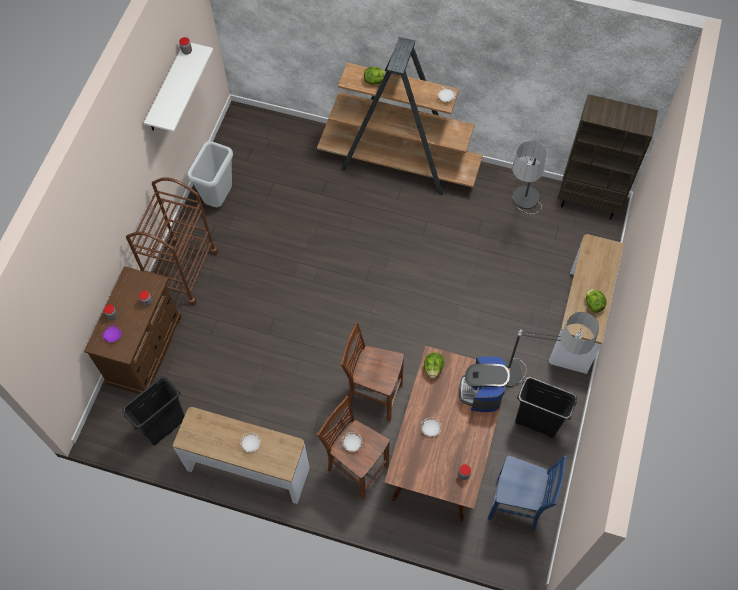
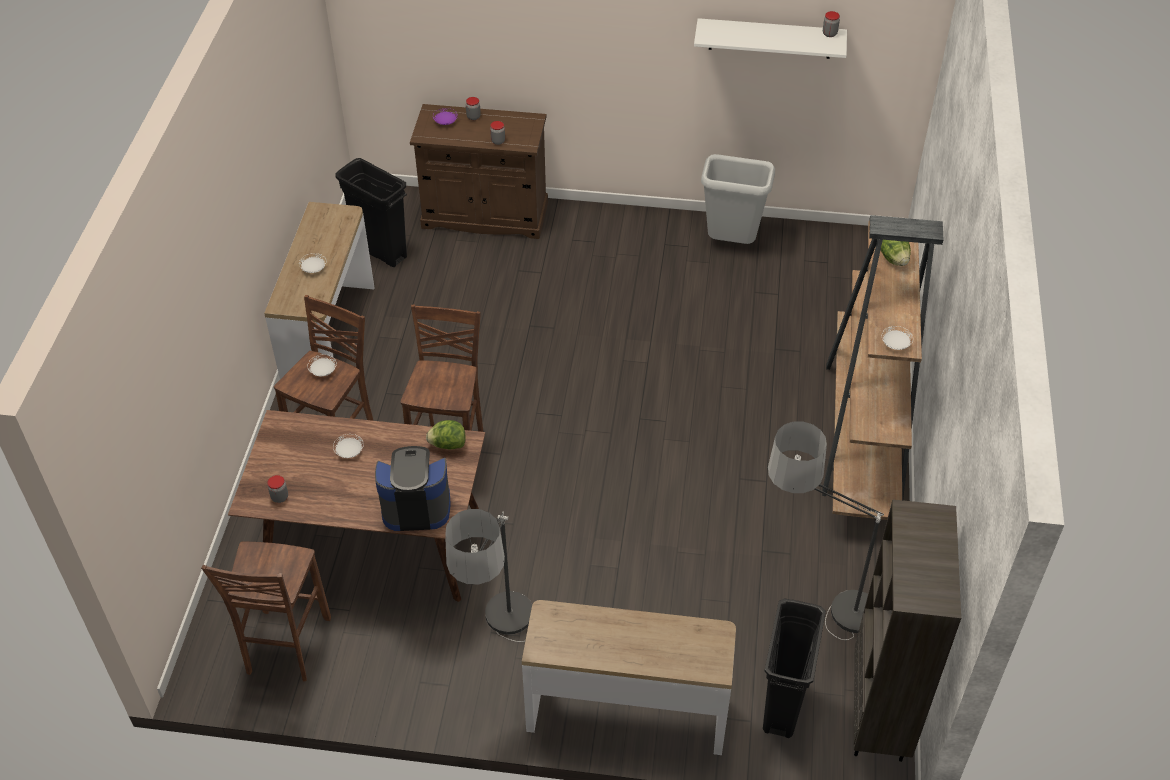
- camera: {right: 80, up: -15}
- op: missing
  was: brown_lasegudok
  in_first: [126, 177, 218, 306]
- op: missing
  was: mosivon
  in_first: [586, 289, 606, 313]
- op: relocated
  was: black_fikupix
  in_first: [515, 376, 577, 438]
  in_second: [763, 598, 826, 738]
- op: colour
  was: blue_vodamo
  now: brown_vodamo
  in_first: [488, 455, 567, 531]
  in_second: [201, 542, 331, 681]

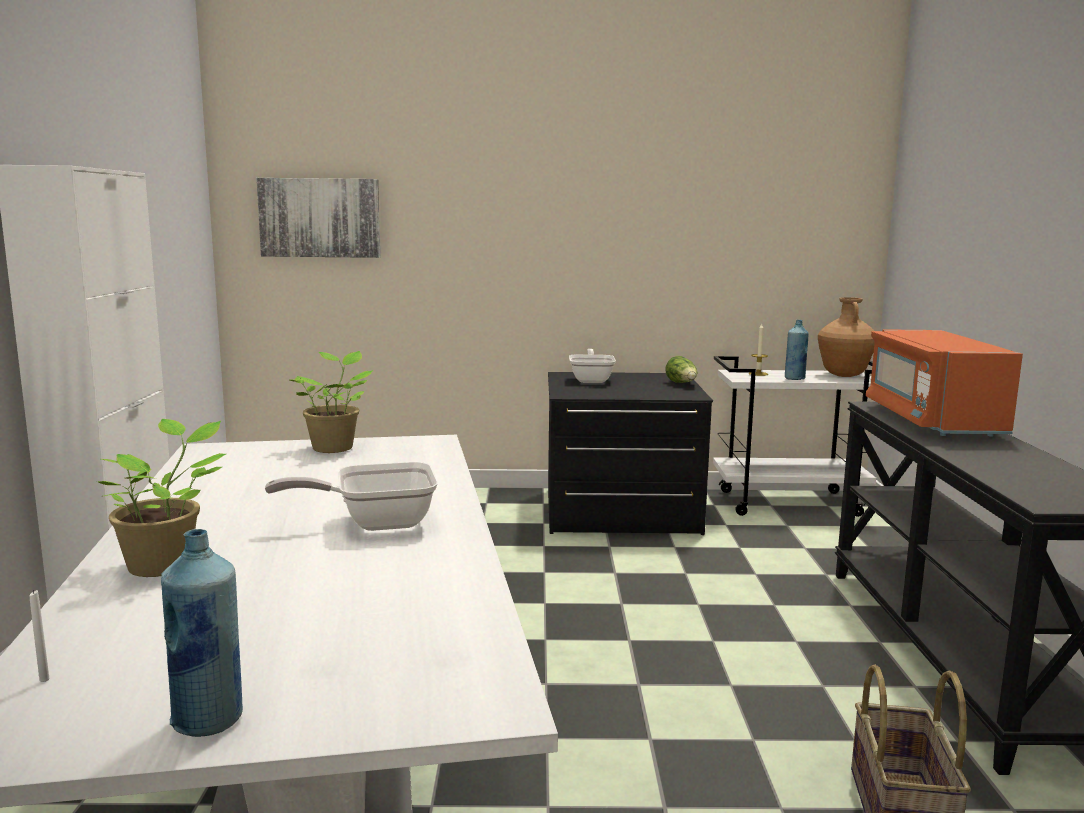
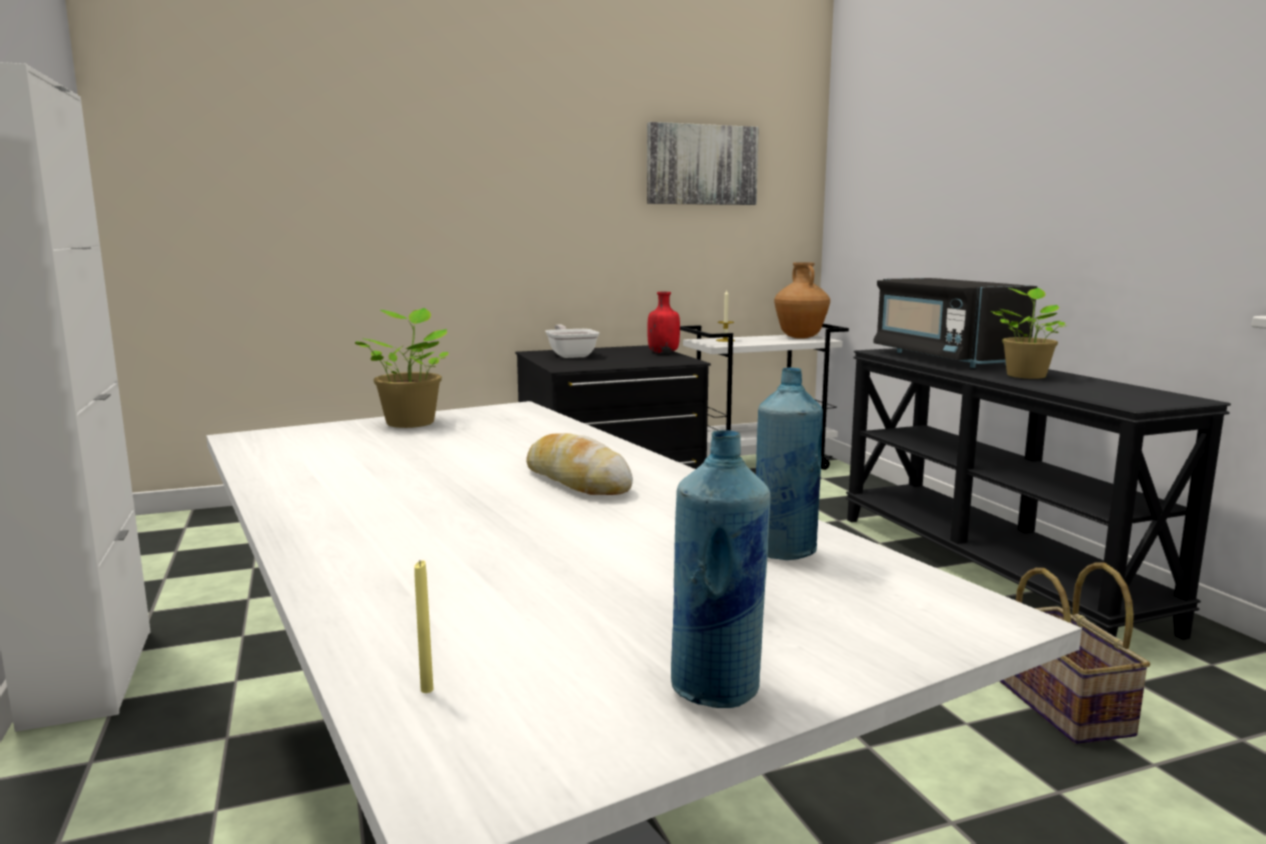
- camera: {right: -20, up: 0}
- op: relocated
  was: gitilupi
  in_first: [97, 419, 226, 577]
  in_second: [991, 288, 1067, 379]
- op: relocated
  was: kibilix
  in_first: [256, 178, 381, 258]
  in_second: [647, 122, 759, 205]
- op: relocated
  was: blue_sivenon
  in_first: [785, 320, 809, 380]
  in_second: [756, 367, 823, 560]
- op: exchanged
  was: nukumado
  now: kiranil
  in_first: [265, 462, 438, 531]
  in_second: [526, 433, 633, 495]
- op: exchanged
  was: mosivon
  now: red_sivenon
  in_first: [665, 356, 697, 383]
  in_second: [647, 292, 680, 354]
- op: colour
  was: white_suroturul
  now: yellow_suroturul
  in_first: [29, 590, 49, 682]
  in_second: [414, 560, 433, 693]
- op: colour
  was: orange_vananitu
  now: black_vananitu
  in_first: [866, 329, 1023, 437]
  in_second: [873, 278, 1037, 368]

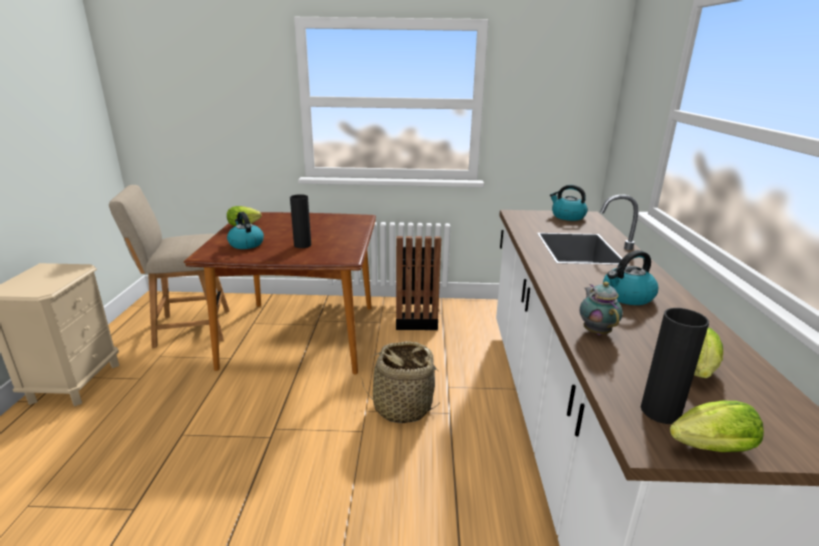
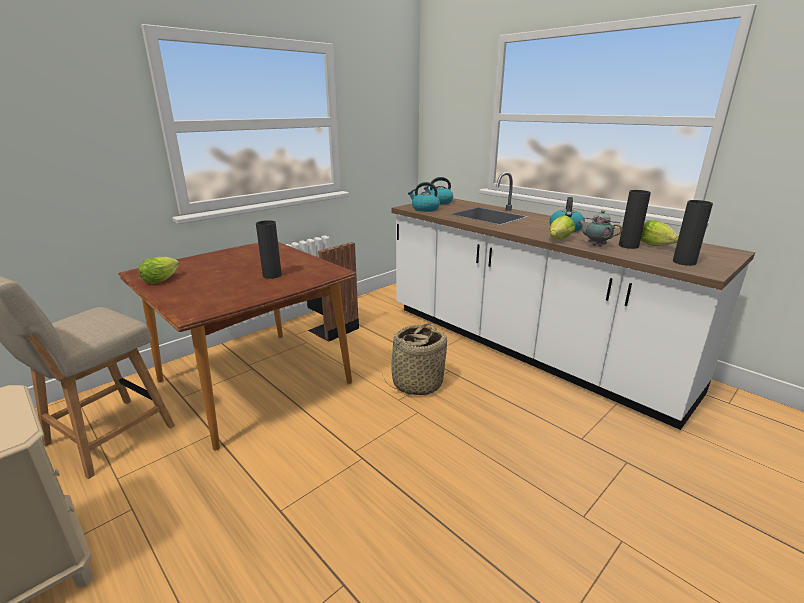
- camera: {right: -45, up: 0}
- op: appeared
  now: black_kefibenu
  in_second: [619, 190, 651, 249]
- op: relocated
  was: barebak
  in_first: [227, 212, 264, 249]
  in_second: [408, 182, 440, 212]
- op: relocated
  was: mosivon
  in_first: [670, 401, 764, 452]
  in_second: [549, 215, 575, 240]

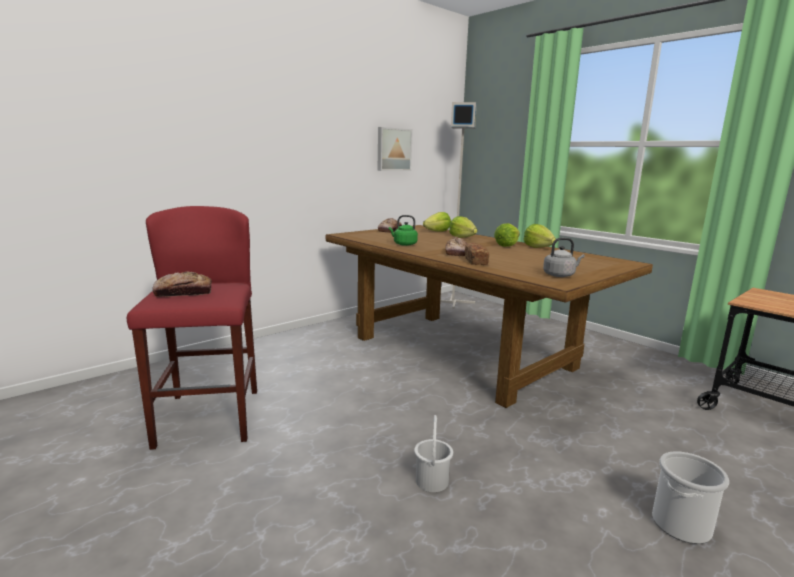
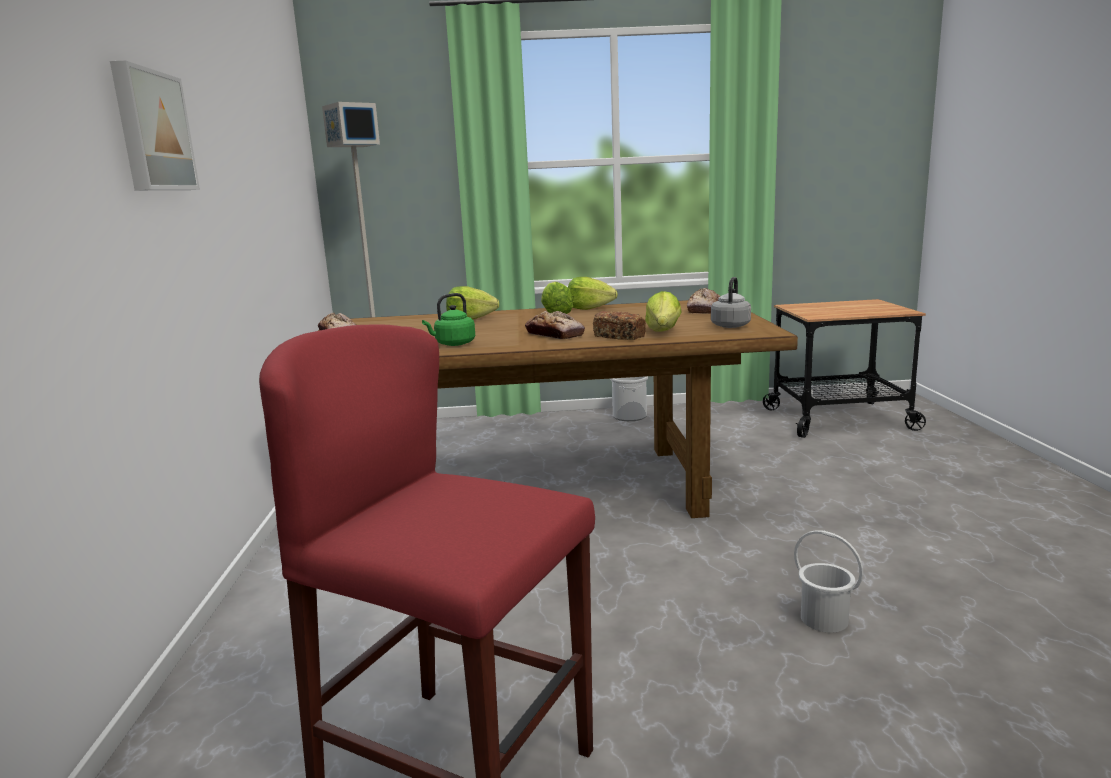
- camera: {right: -50, up: 0}
- op: relocated
  was: kiranil
  in_first: [152, 271, 212, 297]
  in_second: [687, 288, 720, 314]
- op: relocated
  was: kibilix
  in_first: [378, 127, 413, 171]
  in_second: [110, 60, 200, 190]
- op: relocated
  was: mosivon
  in_first: [423, 212, 451, 232]
  in_second: [645, 291, 682, 332]
- op: relocated
  was: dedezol
  in_first: [652, 451, 729, 544]
  in_second: [610, 376, 648, 421]

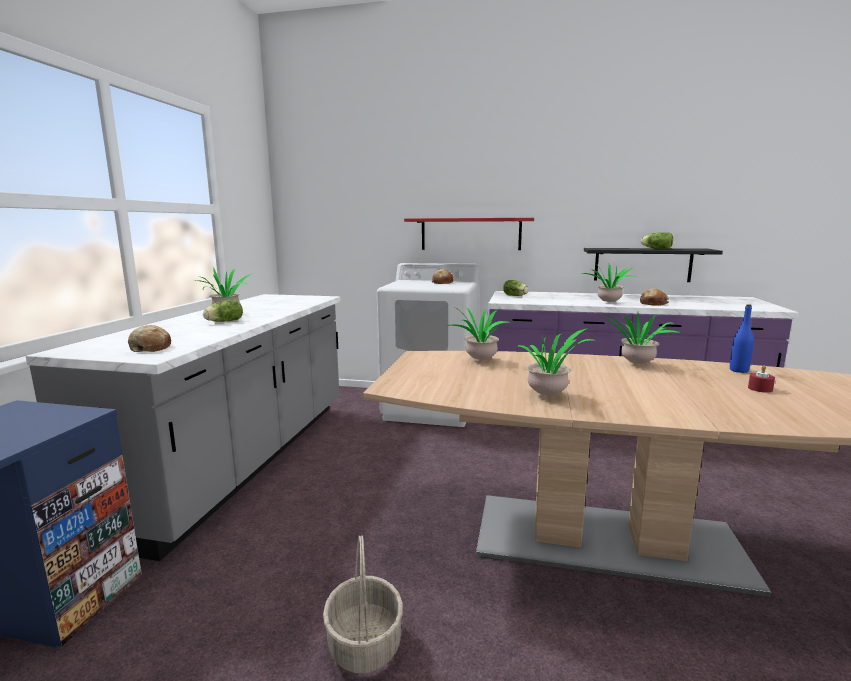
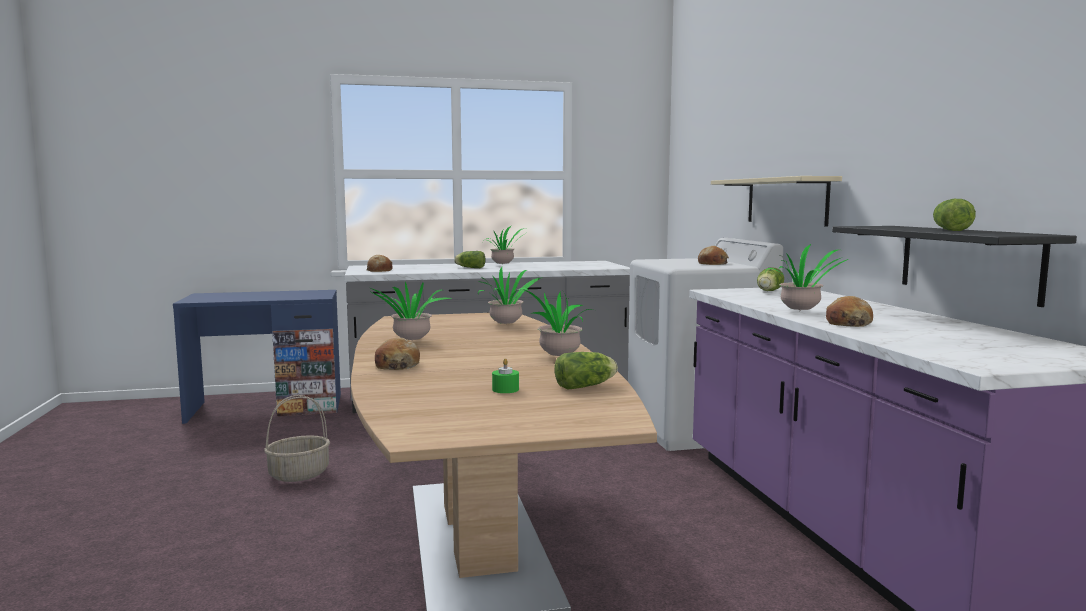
- camera: {right: 65, up: -5}
- op: appeared
  now: kiranil
  in_second: [375, 337, 420, 370]
- op: exchanged
  was: blue_sivenon
  now: mosivon
  in_first: [730, 304, 754, 373]
  in_second: [554, 352, 618, 389]
- op: colour
  was: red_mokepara
  now: beige_mokepara
  in_first: [404, 218, 534, 250]
  in_second: [711, 176, 842, 227]
- op: colour
  was: red_suroturul
  now: green_suroturul
  in_first: [748, 365, 775, 393]
  in_second: [492, 358, 519, 393]

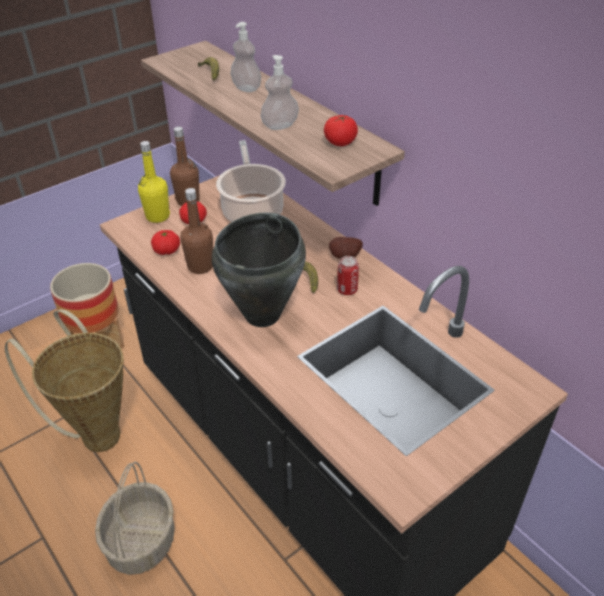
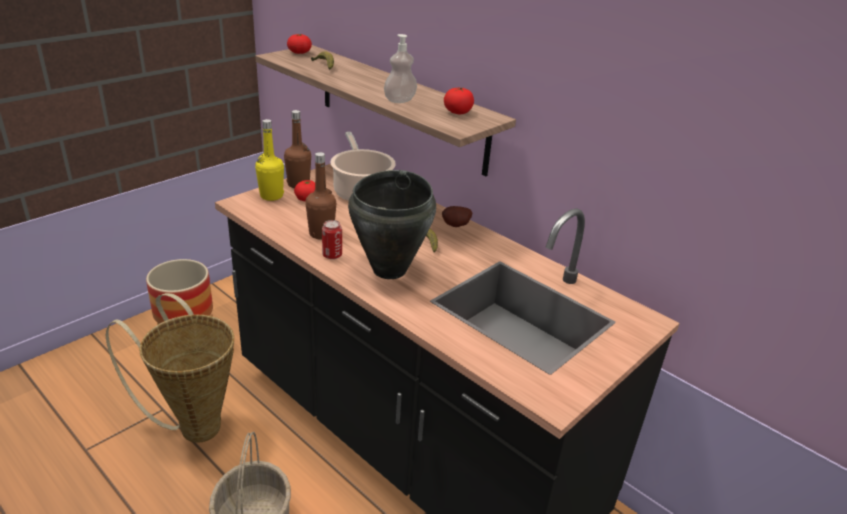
- camera: {right: -10, up: -10}
- op: missing
  was: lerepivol
  in_first: [231, 22, 261, 92]
- op: relocated
  was: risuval
  in_first: [151, 230, 180, 255]
  in_second: [287, 34, 312, 54]
- op: relocated
  was: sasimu
  in_first: [337, 256, 359, 295]
  in_second: [322, 220, 342, 259]

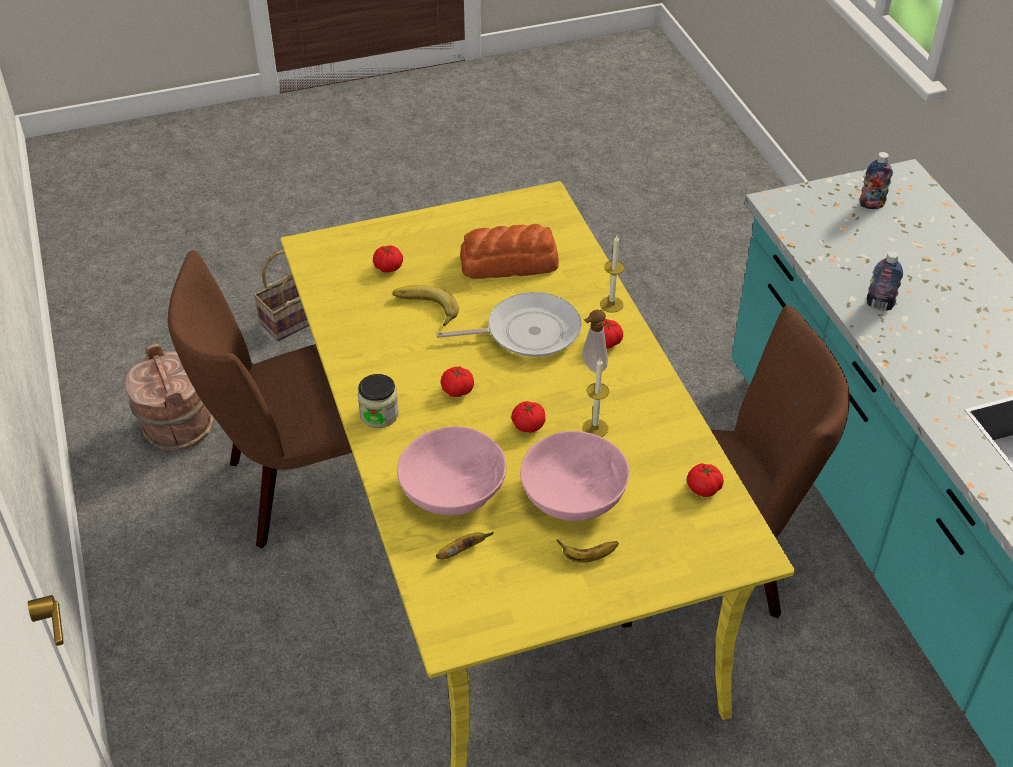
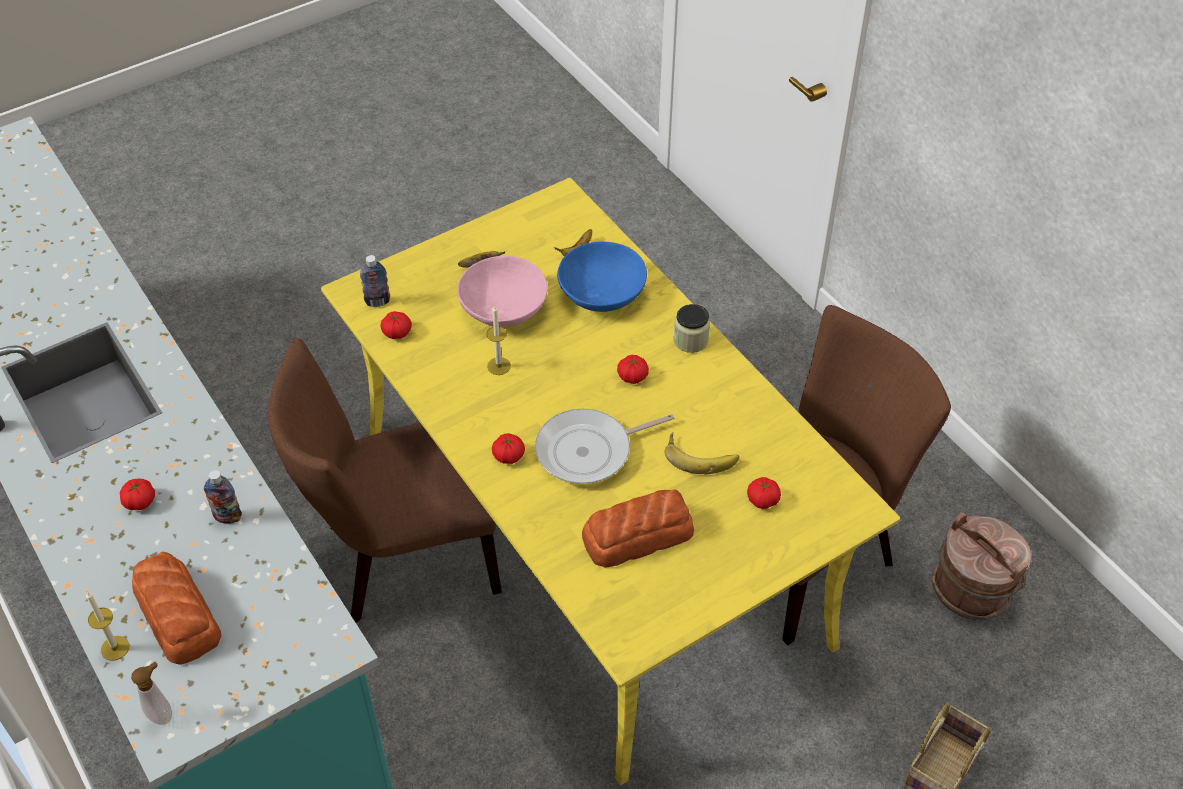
- camera: {right: 165, up: 5}
- op: appeared
  now: kiranil
  in_second: [132, 552, 222, 664]
- op: relocated
  was: risuval
  in_first: [511, 401, 545, 433]
  in_second: [120, 479, 155, 510]
- op: relocated
  was: lerepivol
  in_first: [582, 310, 608, 372]
  in_second: [131, 662, 172, 725]
- op: relocated
  was: suroturul
  in_first: [600, 235, 625, 313]
  in_second: [86, 592, 130, 661]
- op: relocated
  was: sivenon
  in_first: [860, 152, 893, 209]
  in_second: [360, 255, 390, 307]
- op: colour
  was: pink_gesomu
  now: blue_gesomu
  in_first: [397, 427, 506, 515]
  in_second: [557, 242, 647, 312]

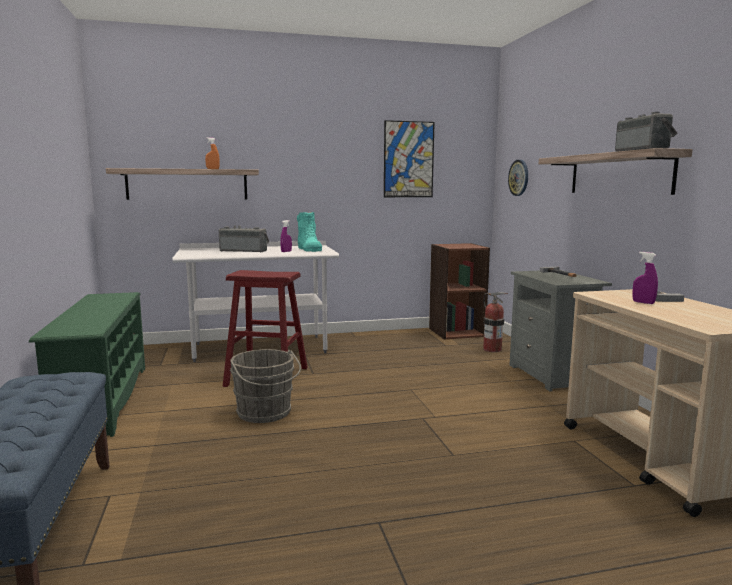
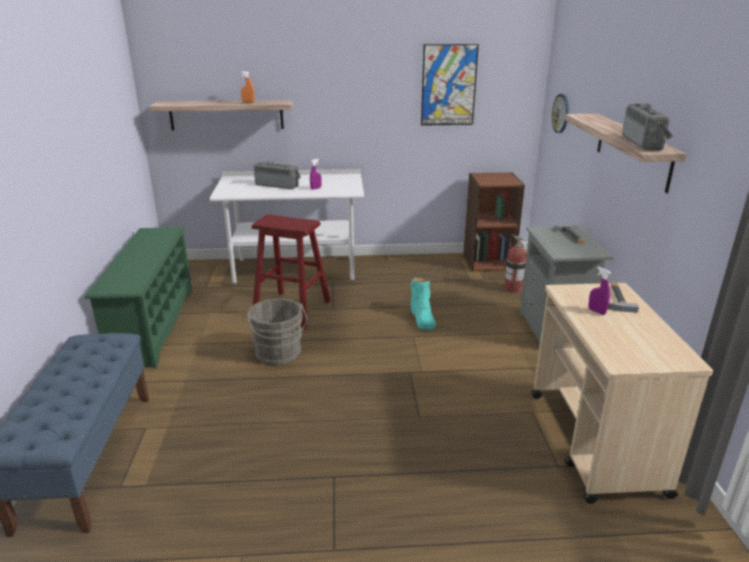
- camera: {right: 10, up: 15}
- op: relocated
  was: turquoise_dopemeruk
  in_first: [297, 212, 322, 252]
  in_second: [410, 277, 436, 330]

